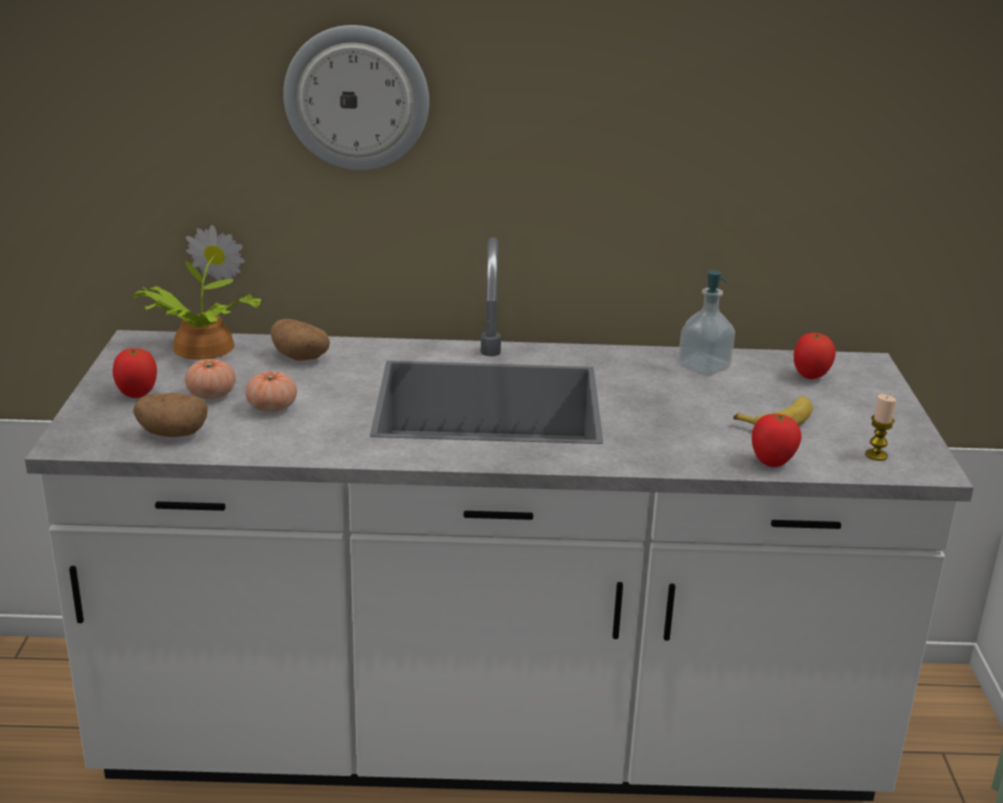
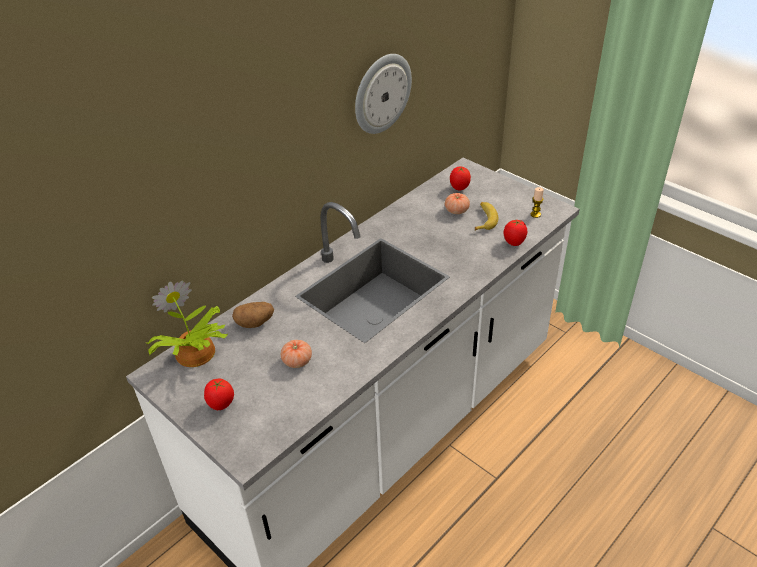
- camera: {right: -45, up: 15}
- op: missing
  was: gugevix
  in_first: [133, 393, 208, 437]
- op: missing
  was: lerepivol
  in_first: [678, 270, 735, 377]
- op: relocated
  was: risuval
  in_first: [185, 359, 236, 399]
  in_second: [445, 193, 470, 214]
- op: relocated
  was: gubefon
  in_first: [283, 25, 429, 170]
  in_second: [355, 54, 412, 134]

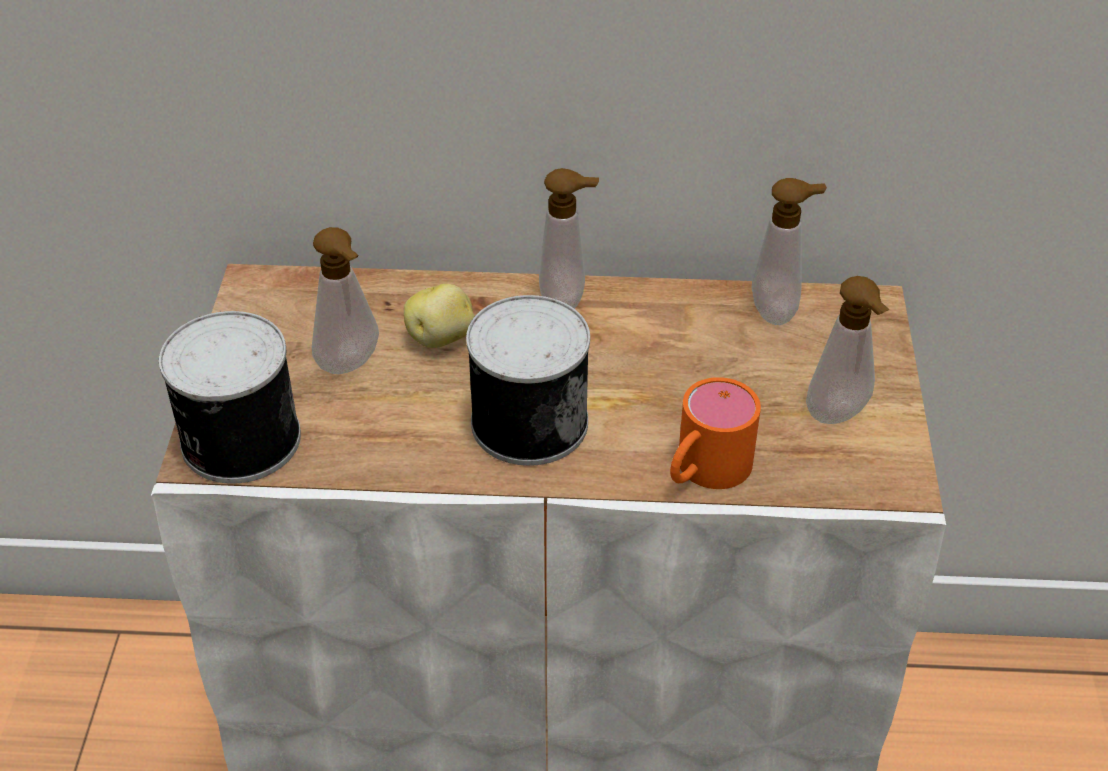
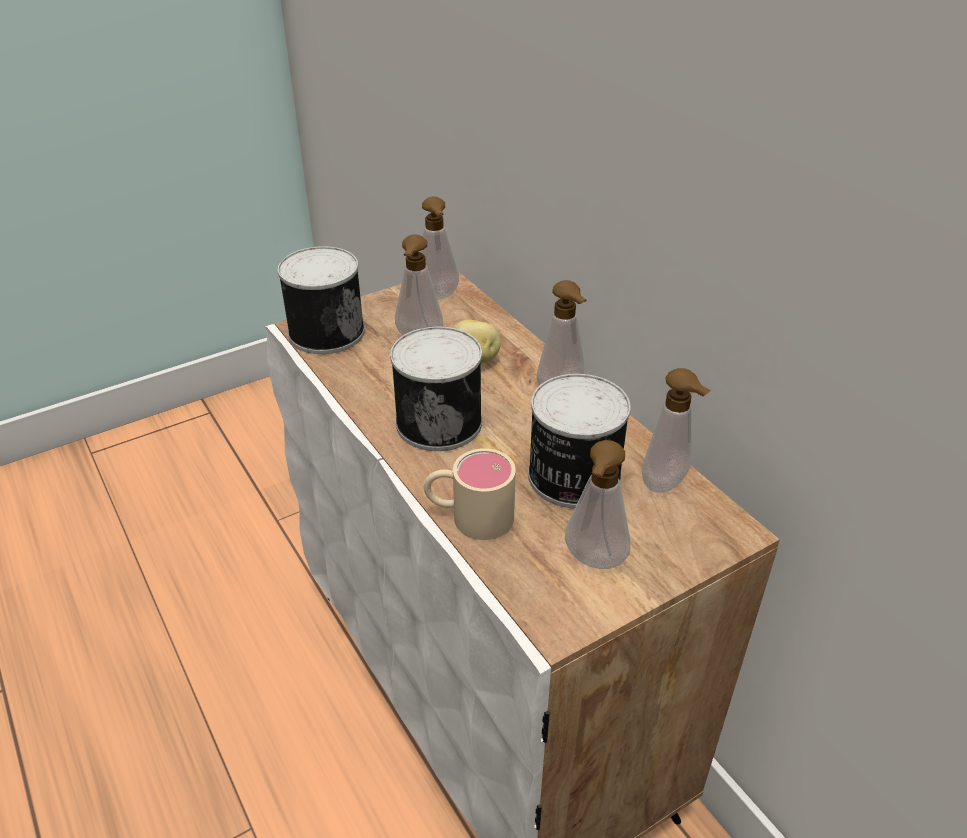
- camera: {right: 55, up: -5}
- op: appeared
  now: lerepivol
  in_second: [419, 196, 459, 300]
- op: appeared
  now: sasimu
  in_second: [528, 374, 631, 509]
- op: colour
  was: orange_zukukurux
  now: beige_zukukurux
  in_first: [670, 377, 761, 489]
  in_second: [424, 448, 516, 540]

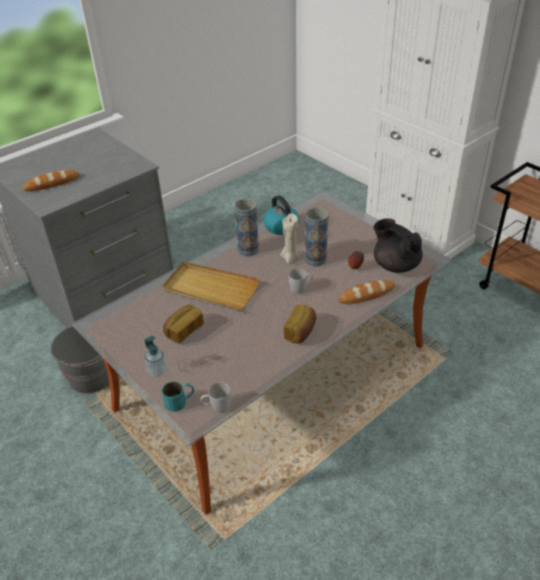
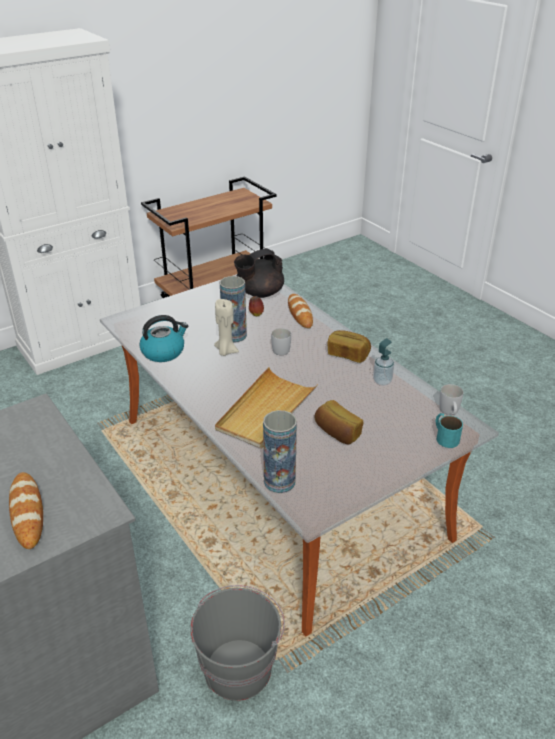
- camera: {right: -85, up: -5}
- op: relocated
  was: lerepivol
  in_first: [145, 335, 166, 377]
  in_second: [373, 338, 394, 386]
- op: relocated
  was: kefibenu
  in_first: [234, 199, 259, 256]
  in_second: [263, 410, 297, 493]

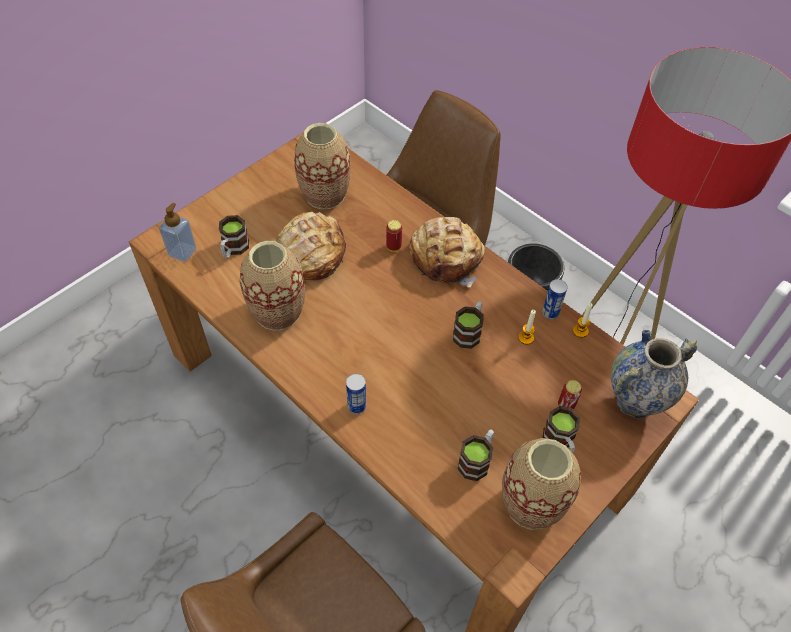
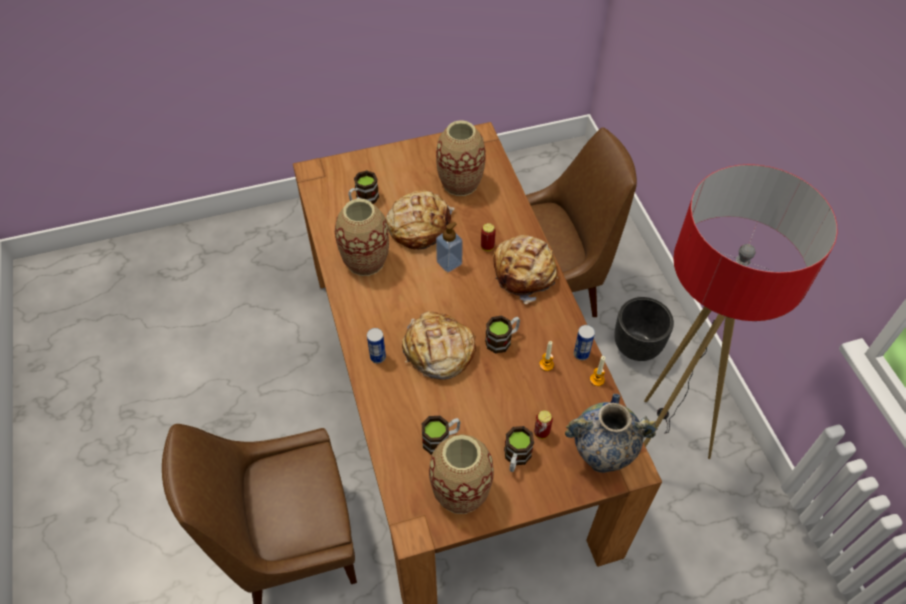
- camera: {right: 30, up: 0}
- op: appeared
  now: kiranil
  in_second: [402, 311, 476, 380]
- op: relocated
  was: lerepivol
  in_first: [159, 203, 197, 262]
  in_second: [436, 222, 463, 272]

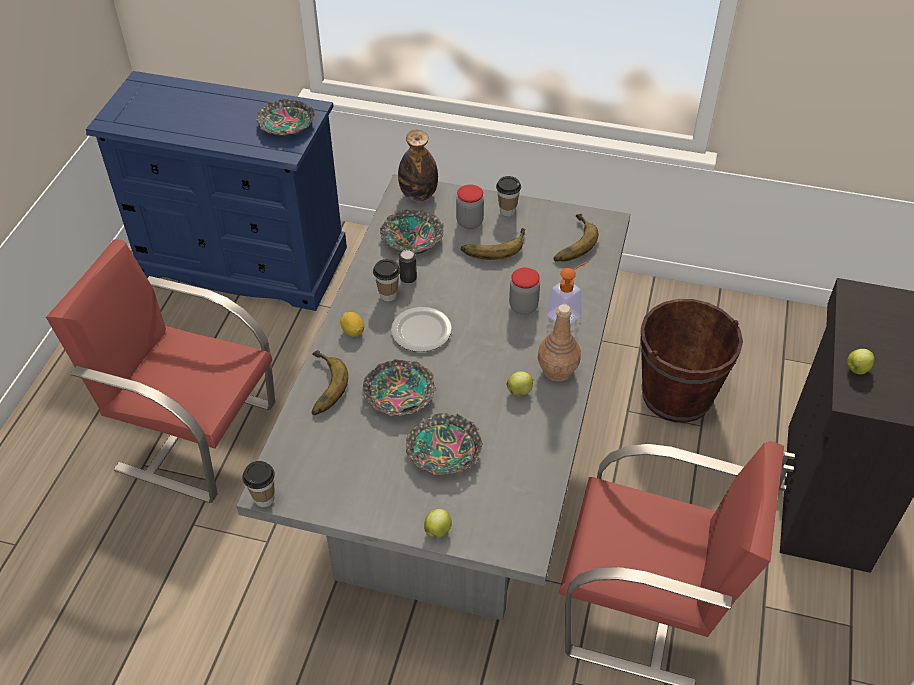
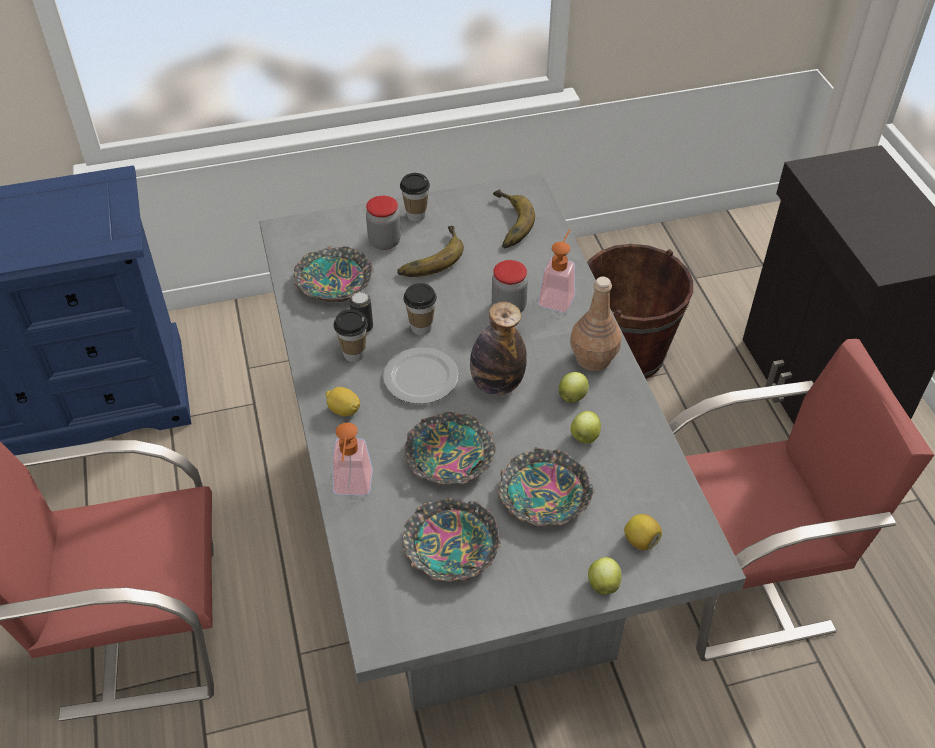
- camera: {right: -30, up: 0}
- op: appeared
  now: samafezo
  in_second: [624, 514, 662, 550]
- op: relocated
  was: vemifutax
  in_first: [243, 461, 275, 507]
  in_second: [403, 283, 437, 335]
- op: relocated
  was: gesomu
  in_first: [256, 99, 315, 136]
  in_second: [402, 498, 501, 582]
- op: relocated
  was: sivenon
  in_first: [398, 130, 438, 201]
  in_second: [470, 302, 527, 396]
- op: relocated
  was: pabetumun
  in_first: [847, 349, 875, 374]
  in_second: [570, 411, 601, 443]
- op: exchanged
  was: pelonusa
  now: lerepivol
  in_first: [312, 350, 348, 415]
  in_second: [332, 423, 373, 496]

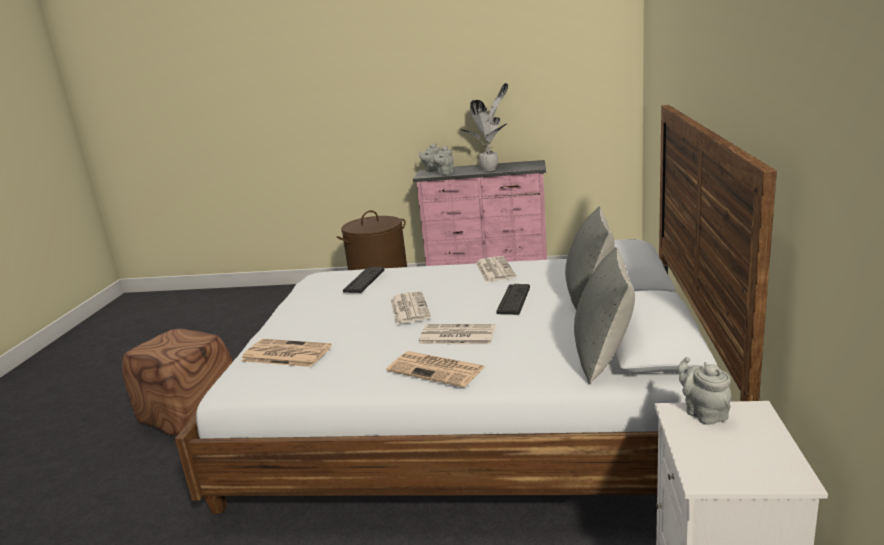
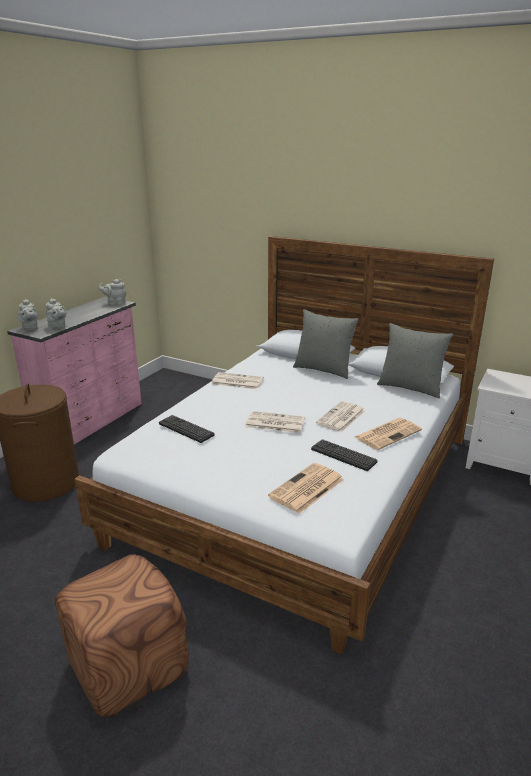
- camera: {right: -70, up: 5}
- op: missing
  was: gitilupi
  in_first: [461, 83, 508, 171]
- op: relocated
  was: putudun
  in_first: [496, 284, 530, 315]
  in_second: [311, 439, 377, 471]
- op: relocated
  was: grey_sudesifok
  in_first: [678, 357, 731, 425]
  in_second: [99, 279, 126, 305]

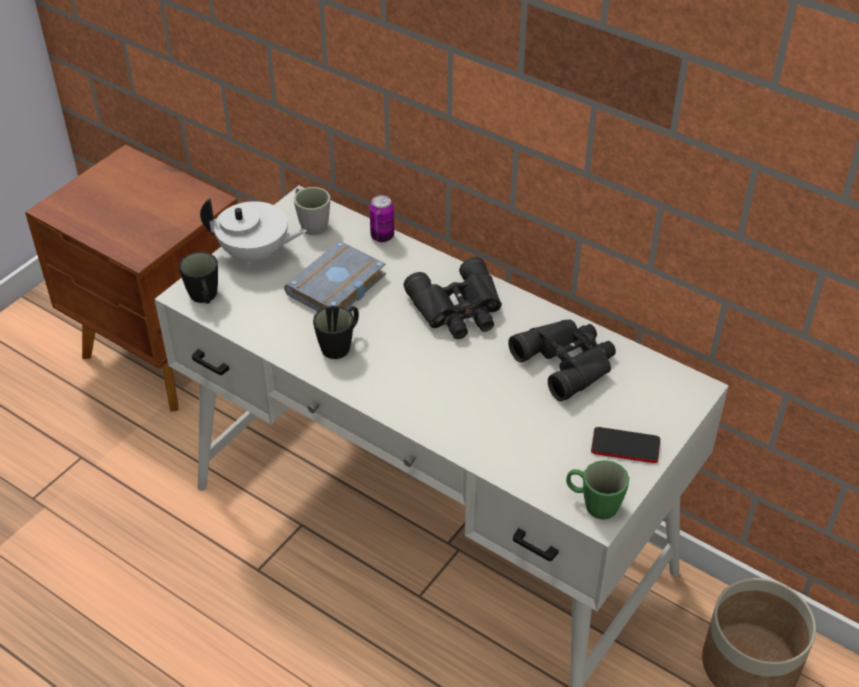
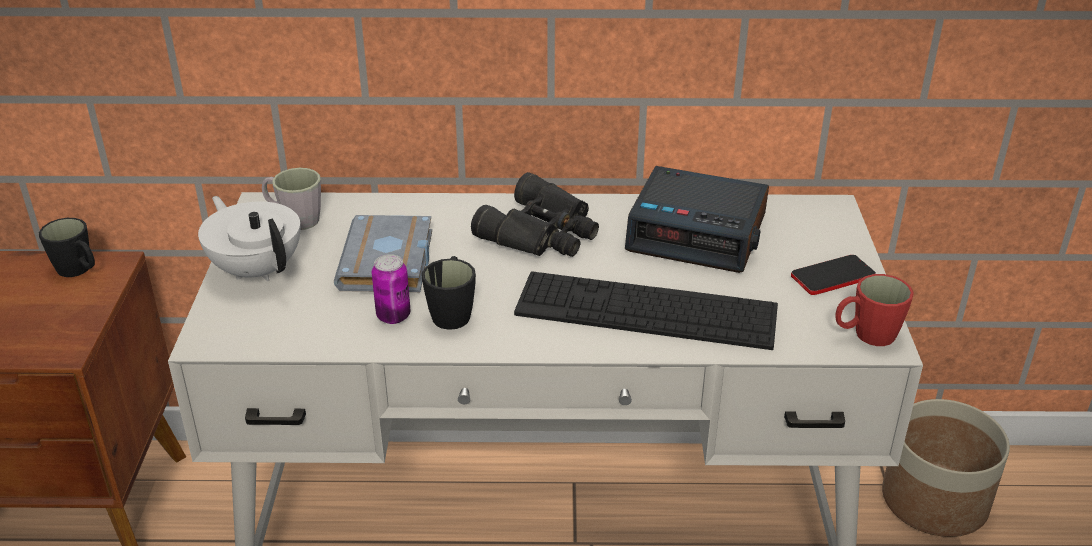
- camera: {right: -35, up: -10}
- op: appeared
  now: putudun
  in_second: [514, 272, 778, 350]
- op: relocated
  was: black_zukukurux
  in_first: [179, 252, 218, 304]
  in_second: [39, 218, 95, 277]
- op: relocated
  was: sasimu
  in_first: [369, 195, 394, 242]
  in_second: [371, 254, 411, 324]
- op: exchanged
  was: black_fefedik
  now: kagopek
  in_first: [508, 320, 616, 401]
  in_second: [625, 166, 769, 273]
- op: colour
  was: green_zukukurux
  now: red_zukukurux
  in_first: [566, 460, 629, 520]
  in_second: [835, 274, 914, 346]
- op: spun
  was: white_sudesifok
  in_first: [200, 198, 307, 266]
  in_second: [198, 196, 301, 281]
  clockwise: -105

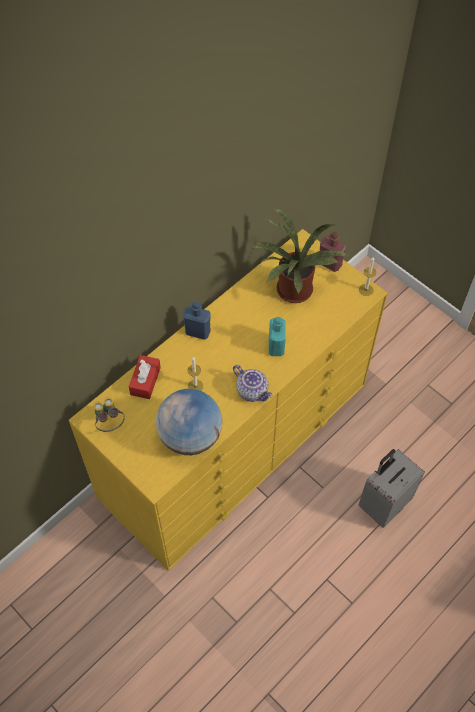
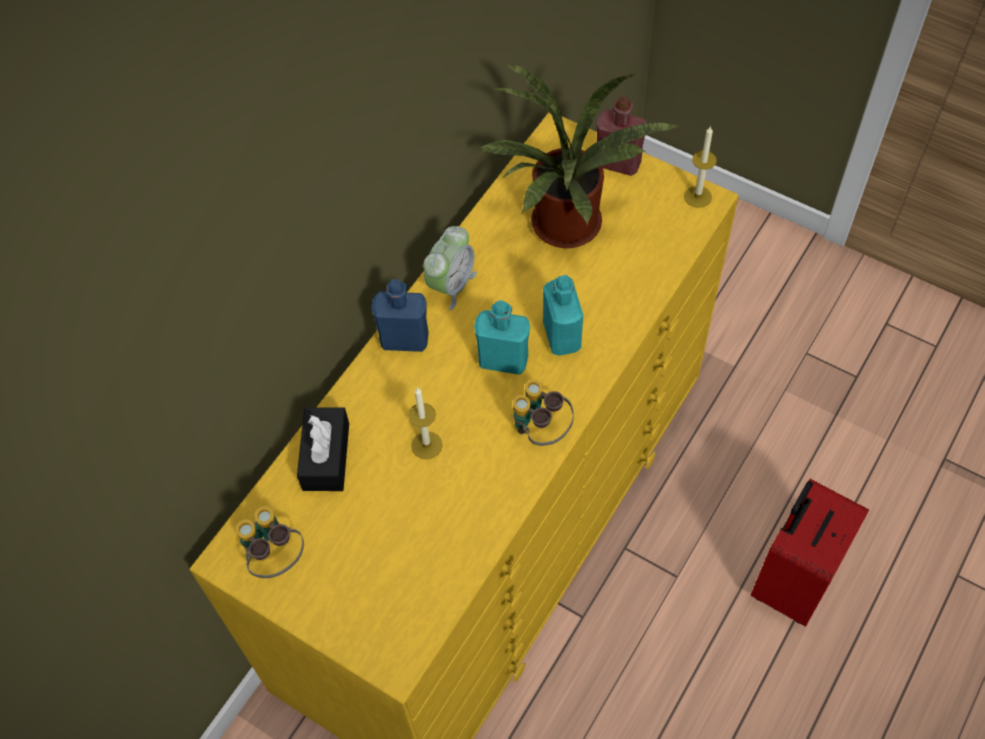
- camera: {right: -10, up: 0}
- op: missing
  was: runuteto
  in_first: [156, 389, 223, 455]
- op: appeared
  now: kagopek
  in_second: [423, 226, 477, 310]
- op: appeared
  now: turquoise_sivenon
  in_second: [474, 300, 530, 375]
- op: exchanged
  was: sudesifok
  now: fefedik
  in_first: [233, 365, 273, 402]
  in_second: [513, 379, 574, 446]
- op: colour
  was: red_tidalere
  now: black_tidalere
  in_first: [129, 355, 161, 399]
  in_second: [297, 407, 349, 491]
- op: colour
  was: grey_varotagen
  now: red_varotagen
  in_first: [358, 449, 425, 528]
  in_second: [750, 479, 869, 626]

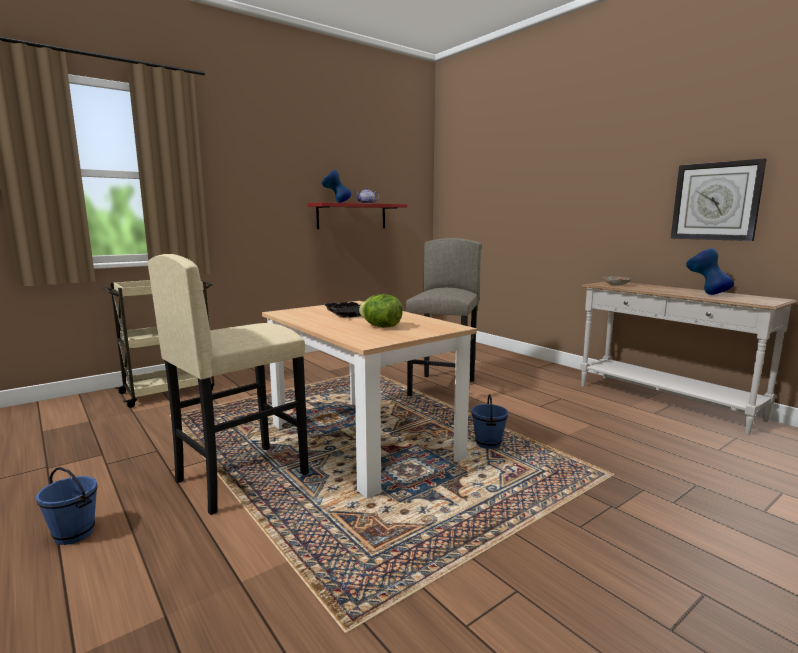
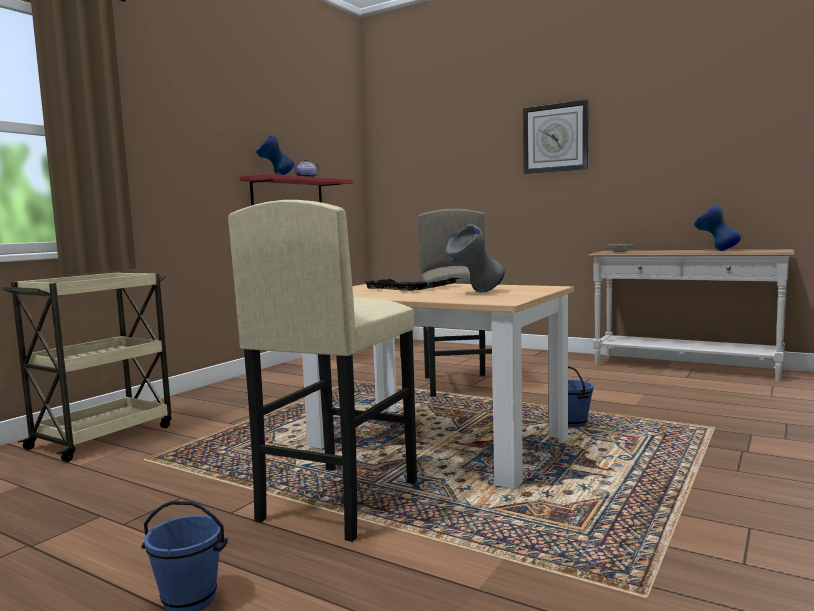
- camera: {right: -20, up: -5}
- op: relocated
  was: gubefon
  in_first: [671, 158, 767, 241]
  in_second: [523, 100, 589, 174]
- op: exchanged
  was: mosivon
  now: grey_kefibenu
  in_first: [359, 294, 403, 327]
  in_second: [446, 224, 505, 292]

